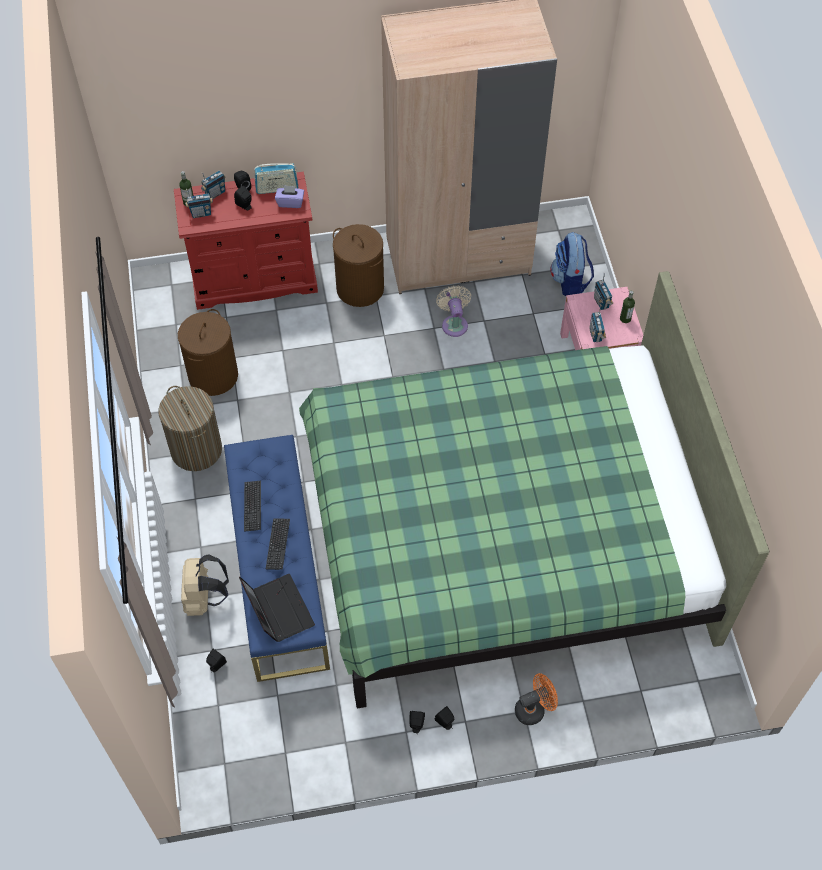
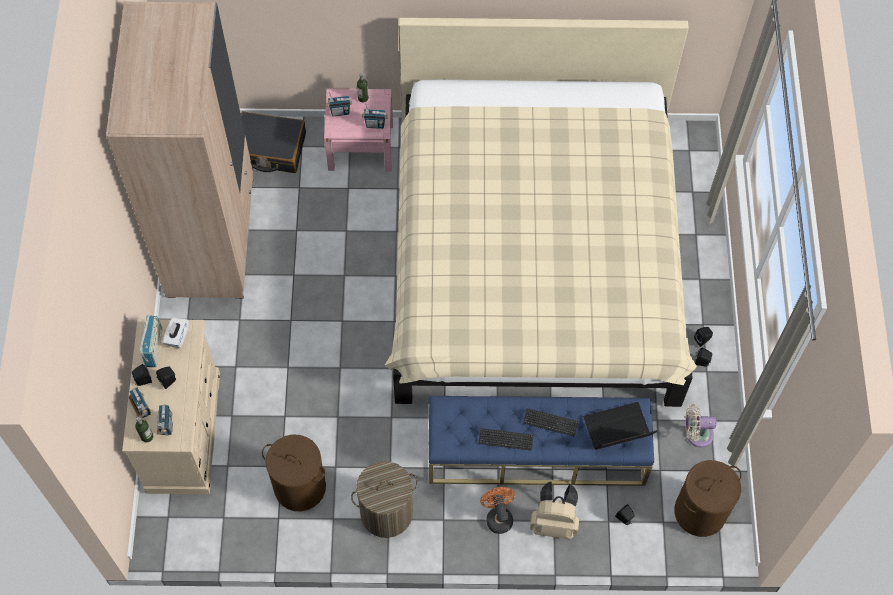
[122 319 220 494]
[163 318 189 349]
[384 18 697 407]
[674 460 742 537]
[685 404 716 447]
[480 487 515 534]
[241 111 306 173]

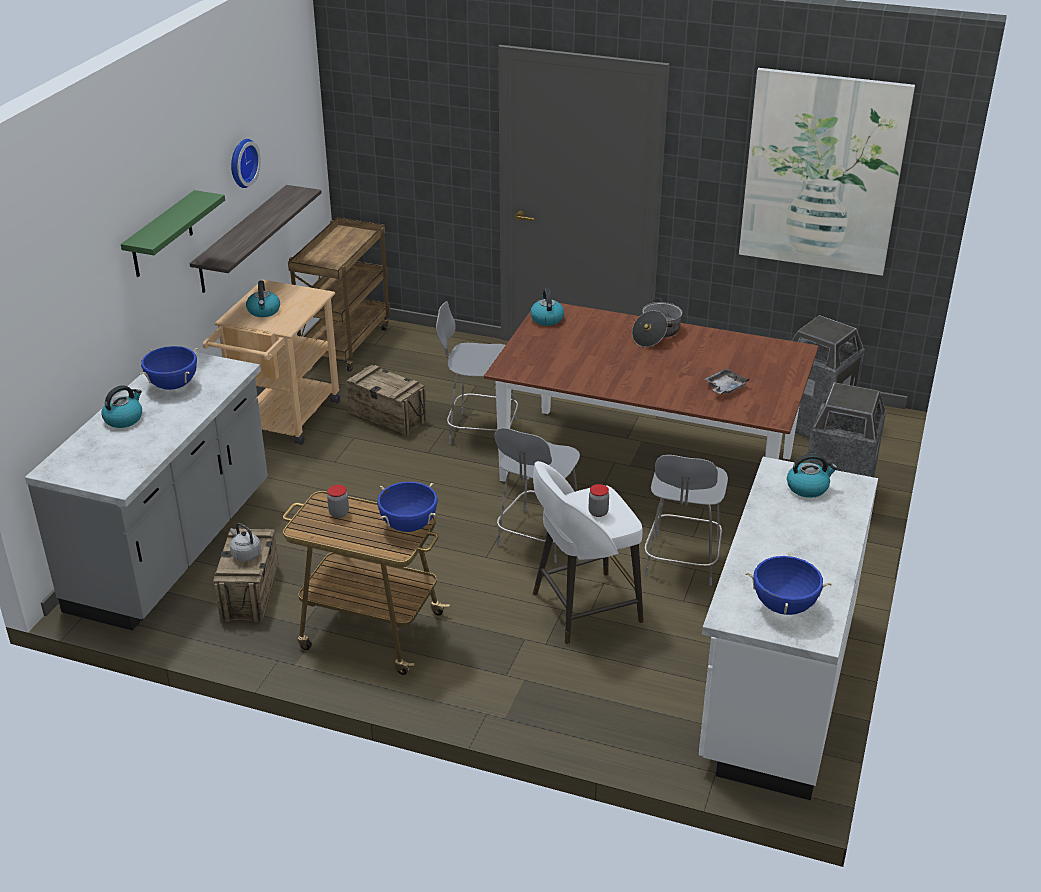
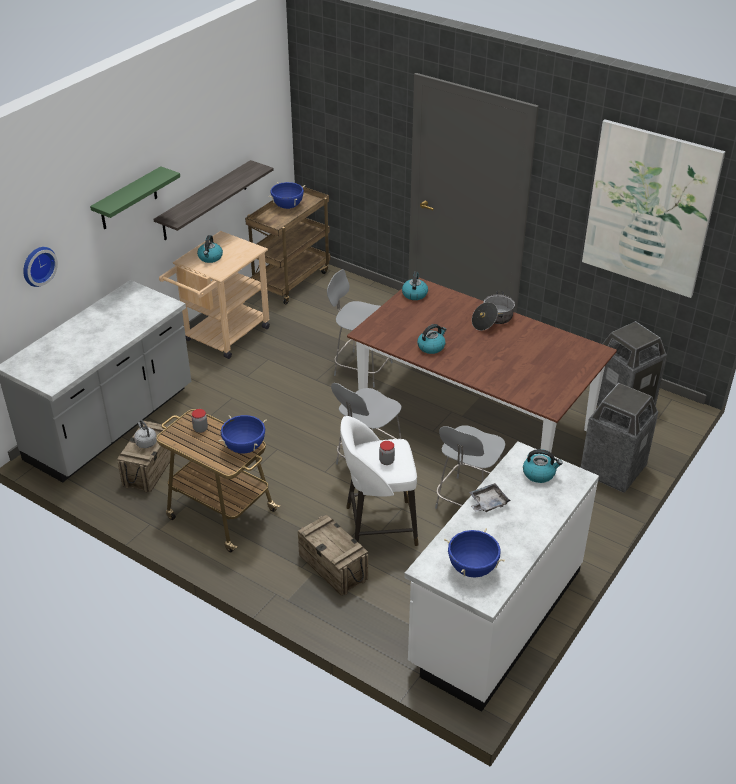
[417 324 447 354]
[269 182 305 209]
[23 247 58 287]
[298 514 368 596]
[469 483 510 512]

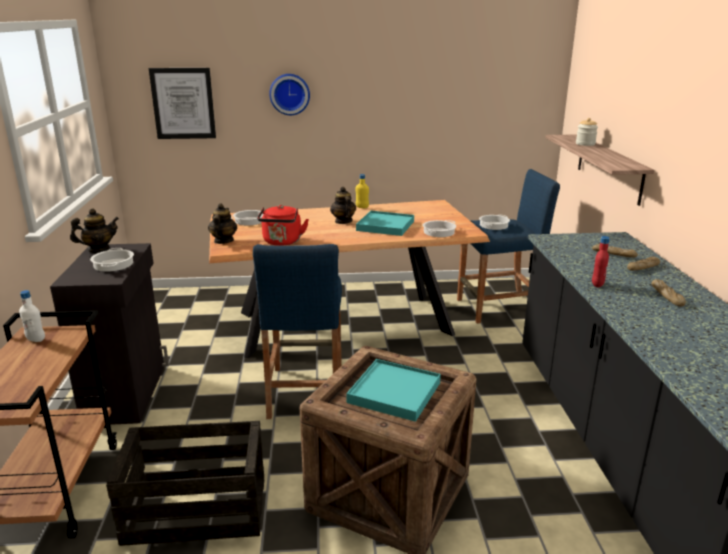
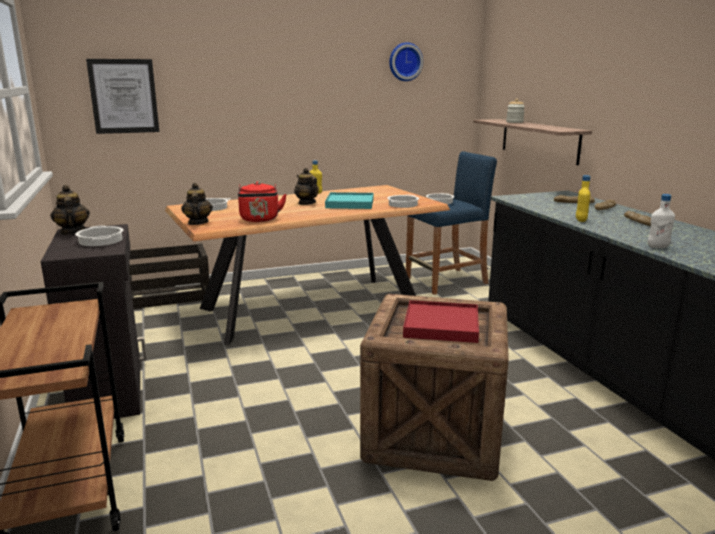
[647 194 675 248]
[50 185 90 234]
[129 243 210 309]
[253 244 342 419] (first image)
[389 42 423 81]
[403 300 479 343]
[576 175 591 222]

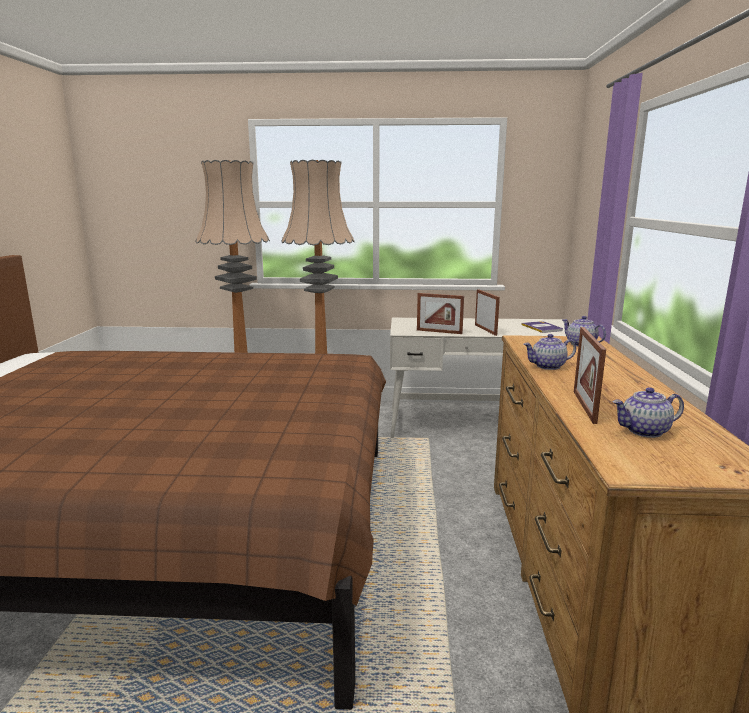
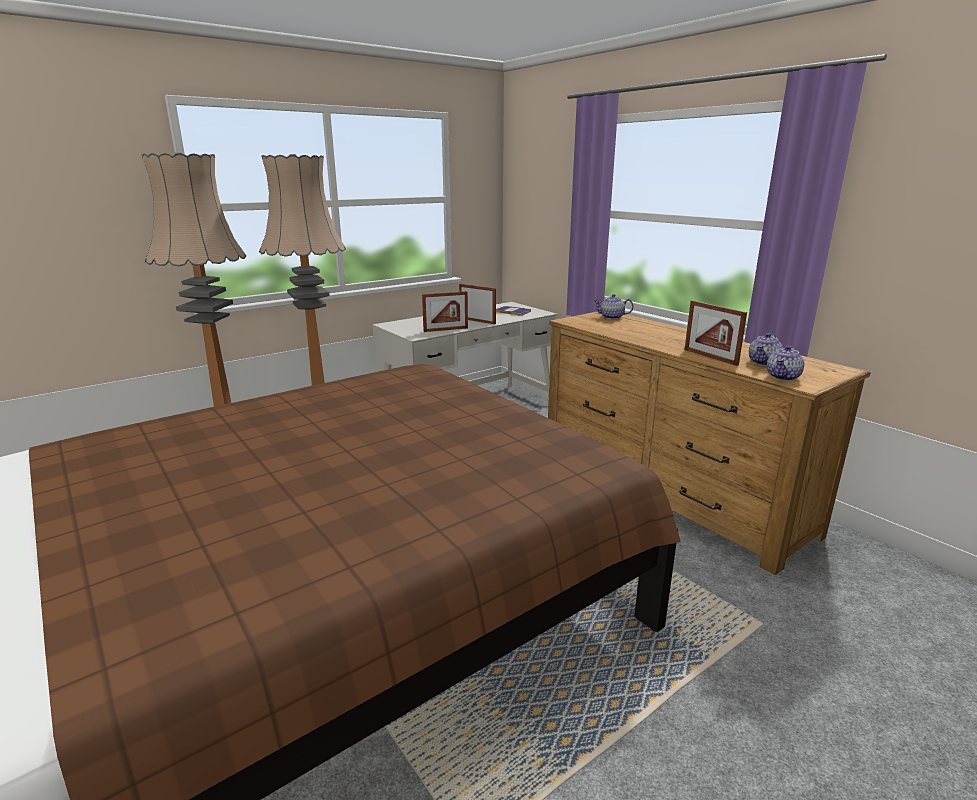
[767 345 804 381]

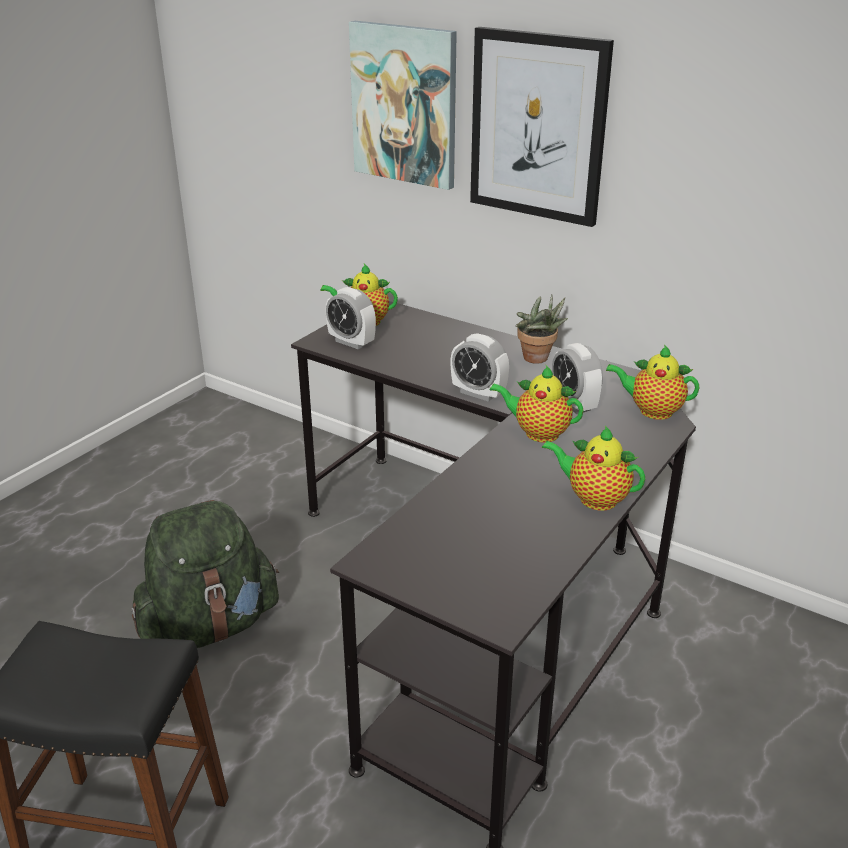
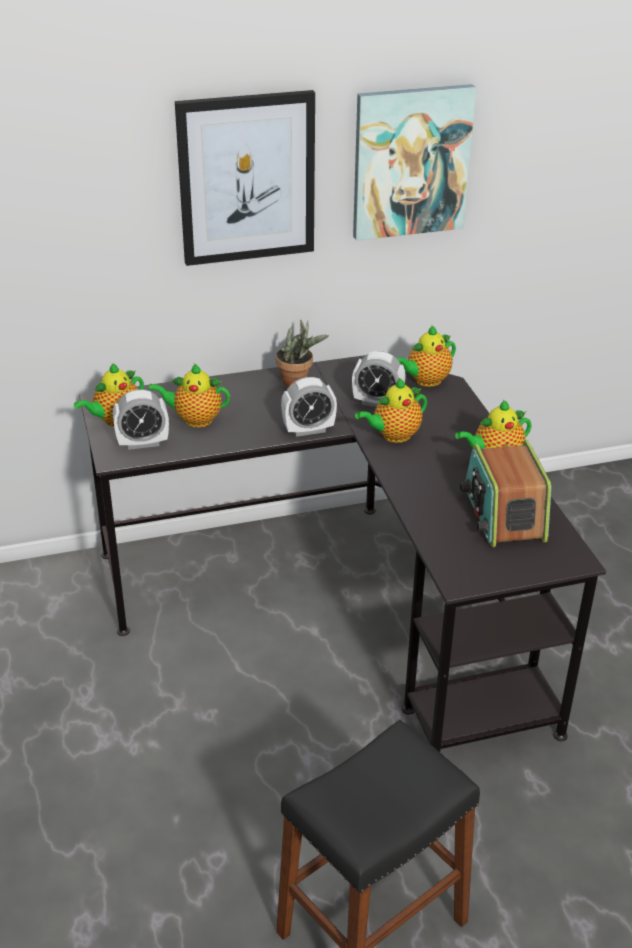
[132 500 279 648] (first image)
[353 84 476 241]
[148 363 230 427]
[460 440 551 547]

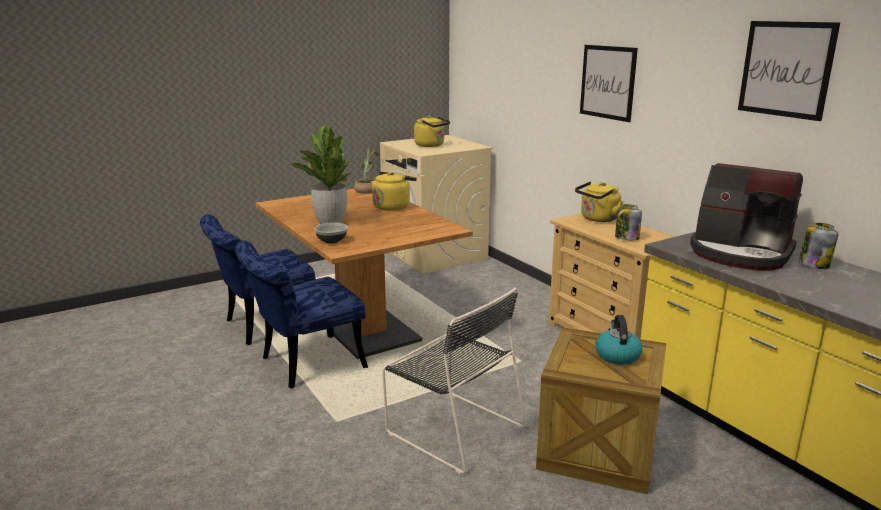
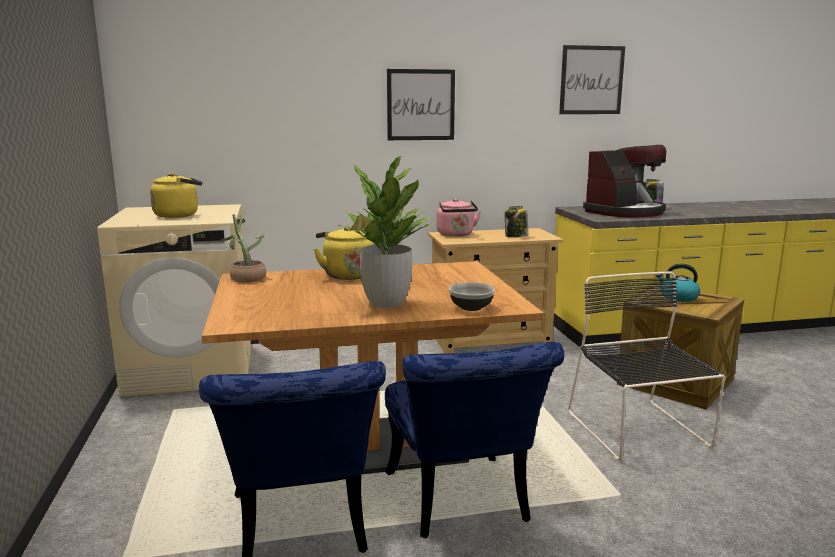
[568 272 725 461]
[437 198 481 237]

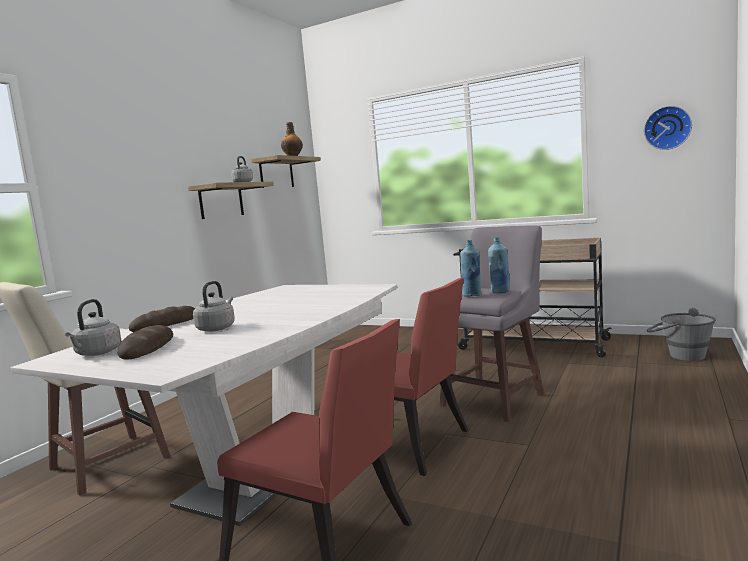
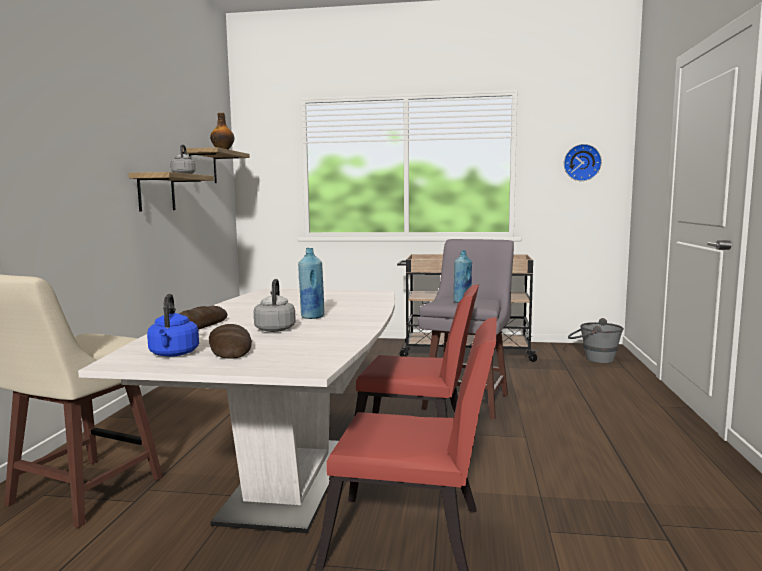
[147 294 199 357]
[298 248 324 319]

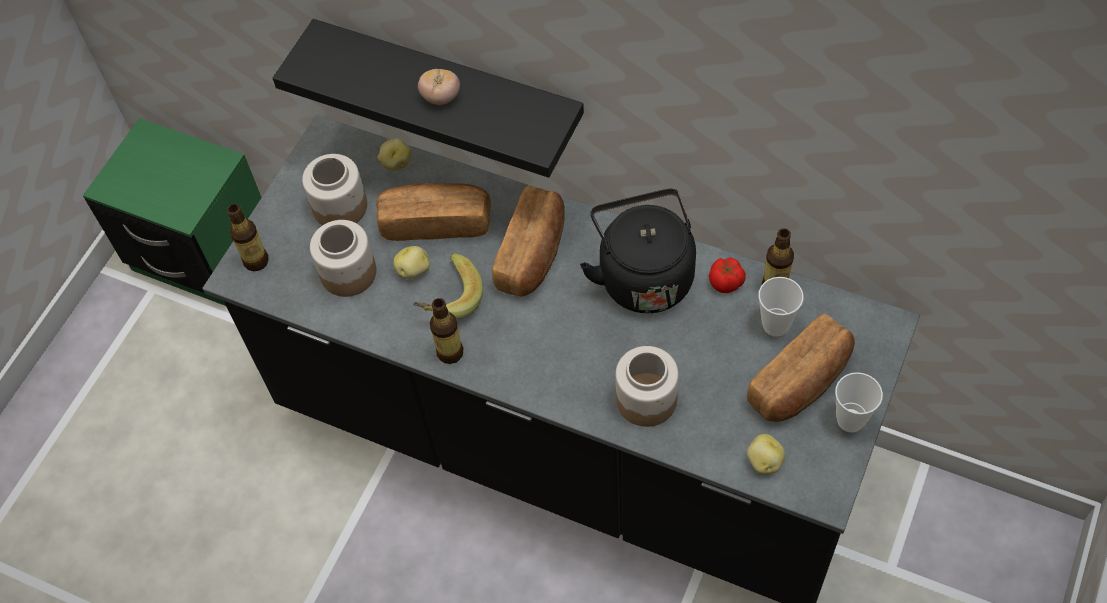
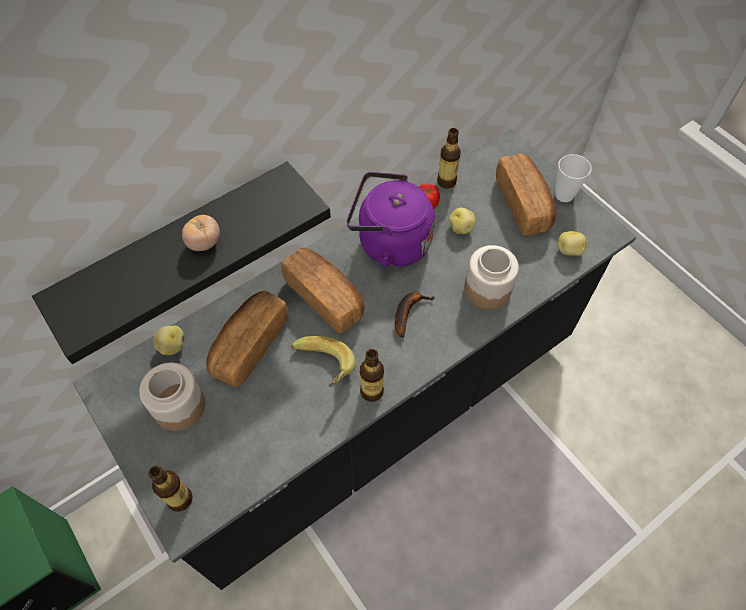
[310 220 376 297] (first image)
[448 208 476 234]
[347 172 435 267]
[758 277 804 337] (first image)
[395 292 434 338]

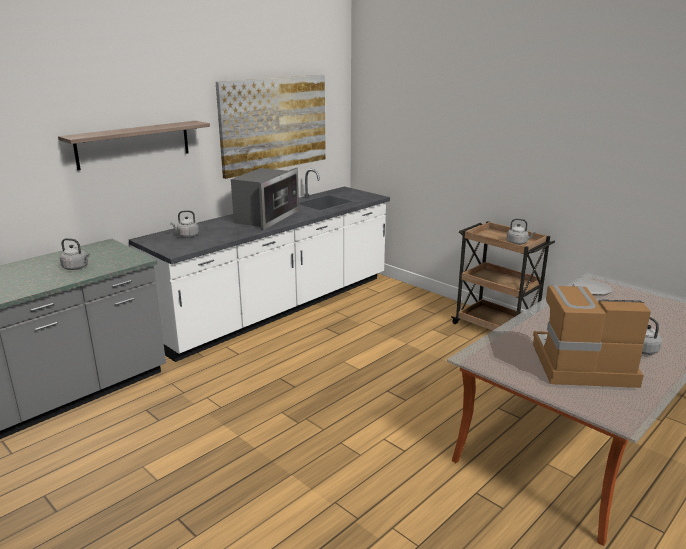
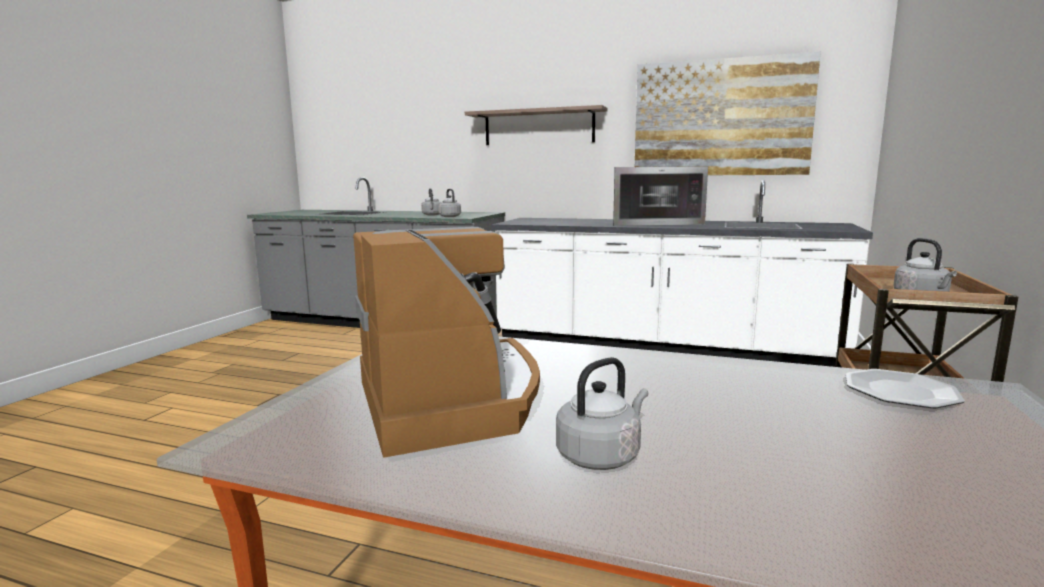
[439 189 461 217]

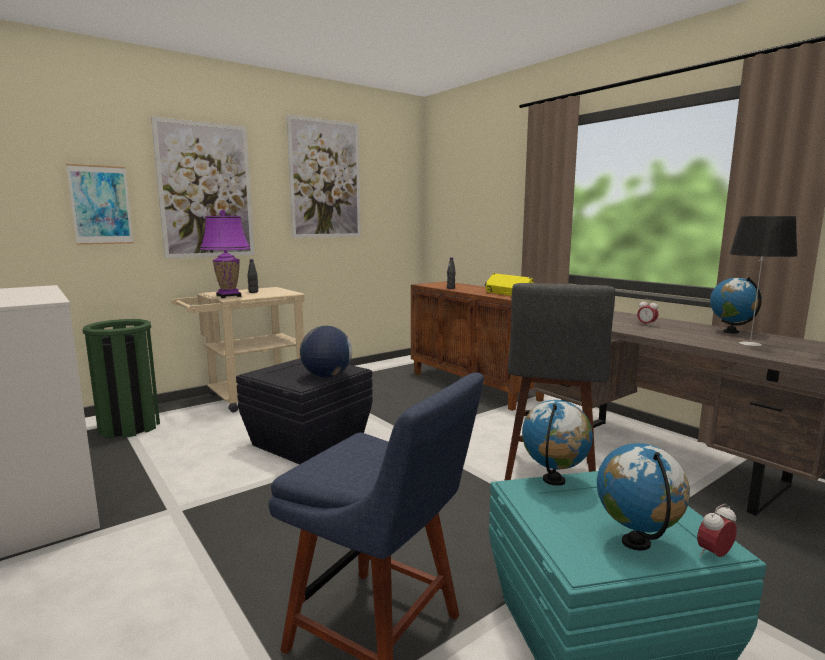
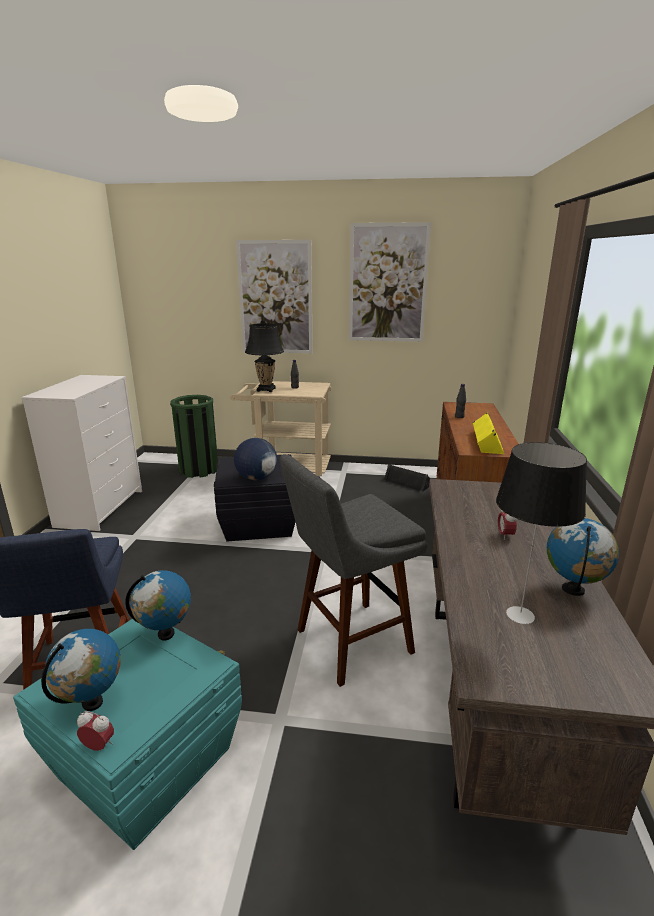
[66 164 134 245] (first image)
[245 320 284 392]
[383 464 430 492]

